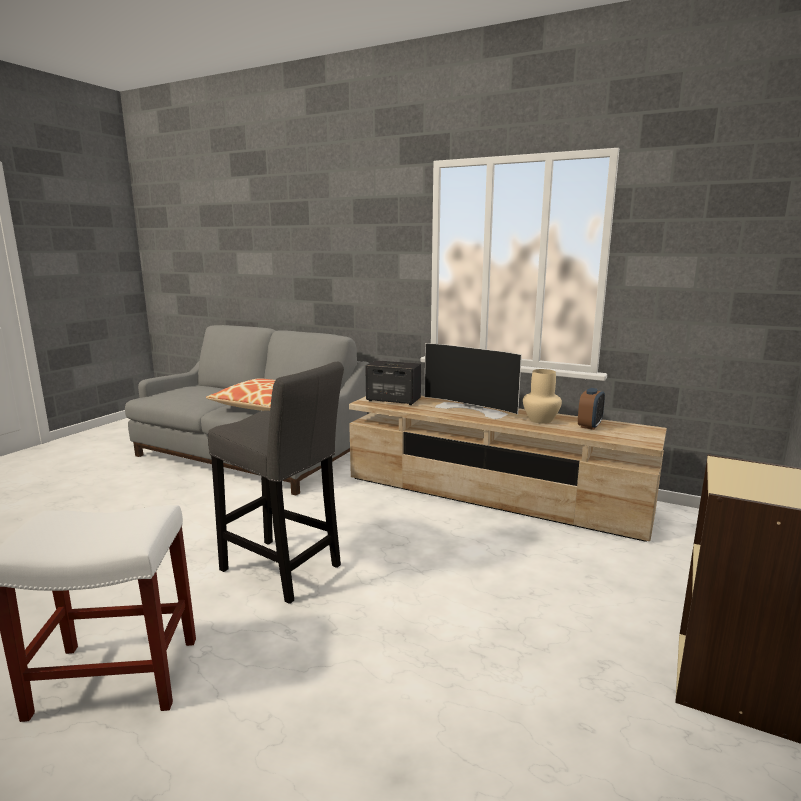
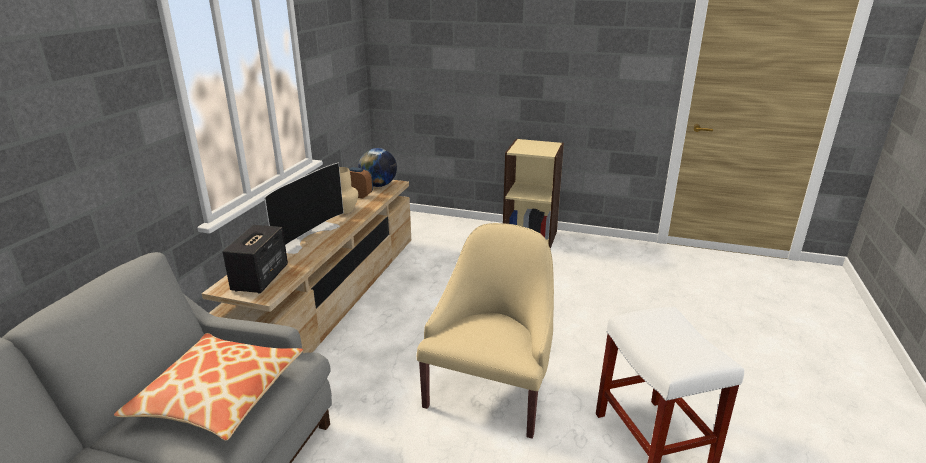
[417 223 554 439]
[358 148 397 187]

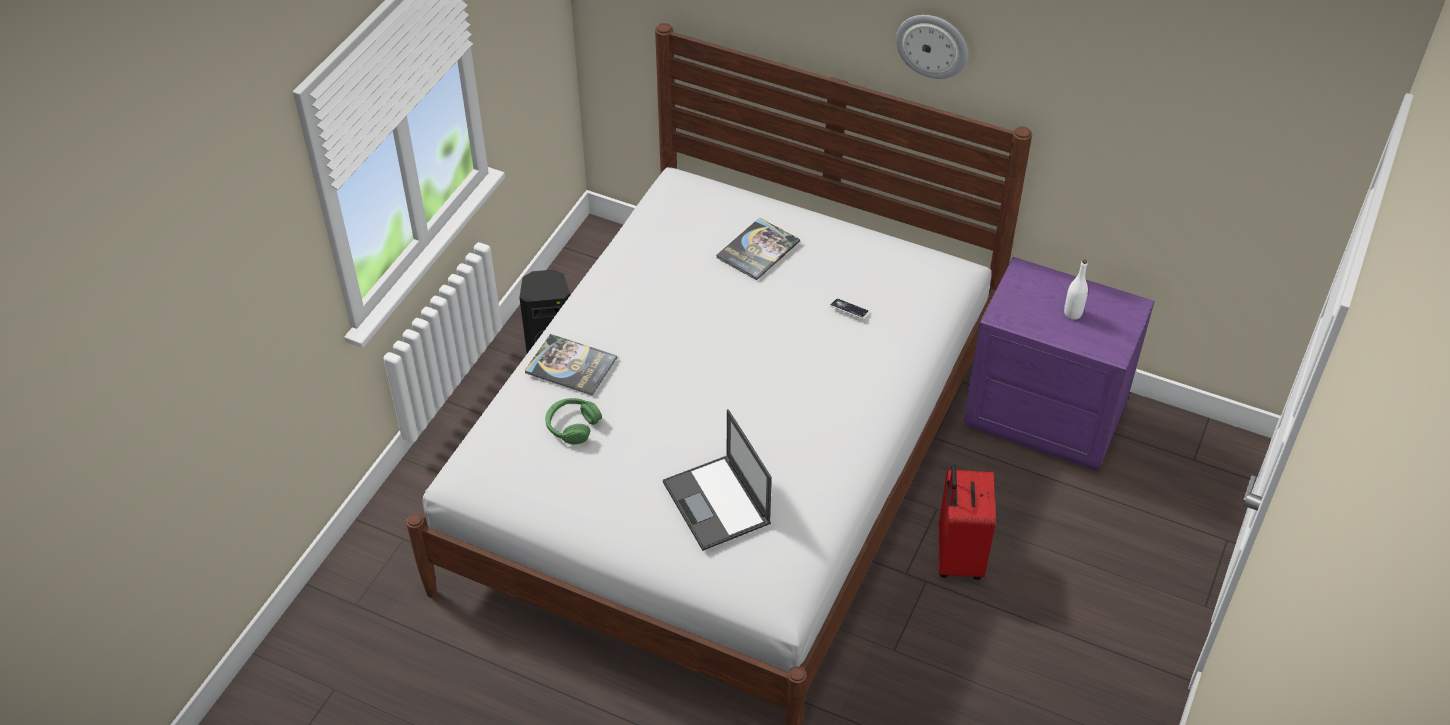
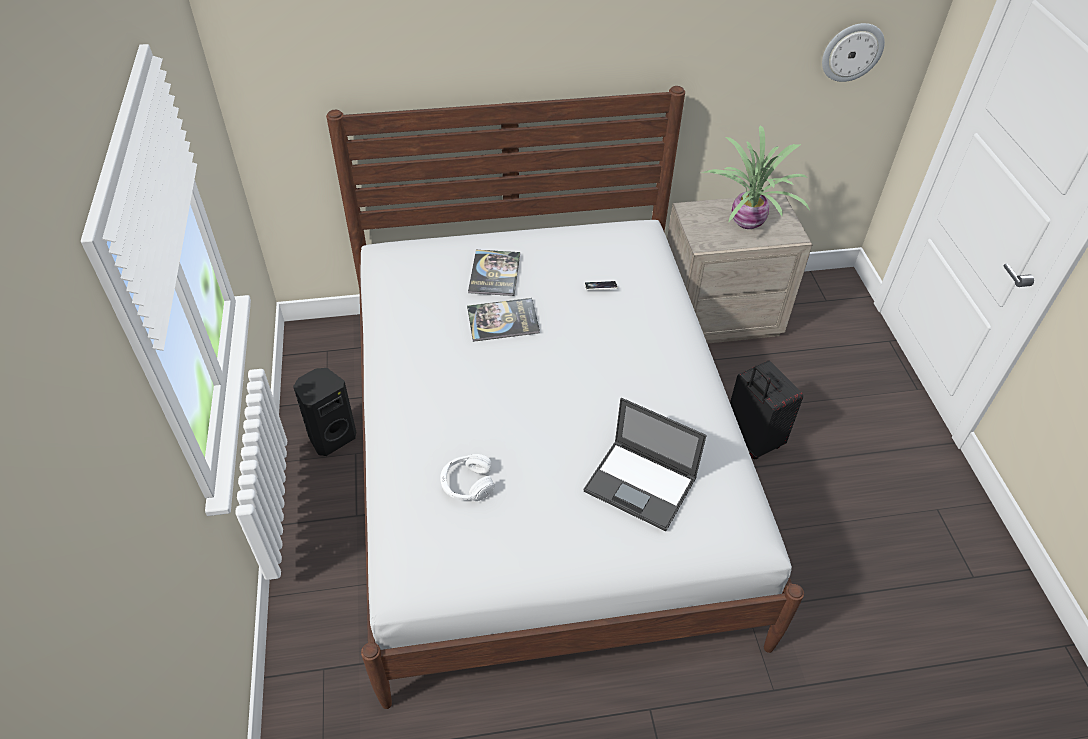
[467 298 540 342]
[440 454 495 501]
[822 23 885 82]
[730 361 803 459]
[667 194 812 344]
[701 125 810 229]

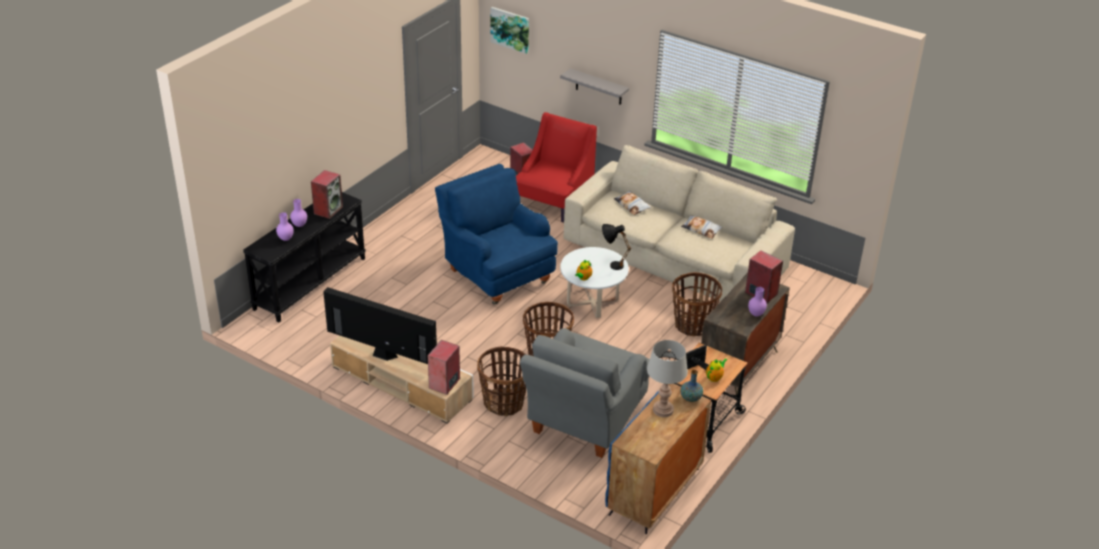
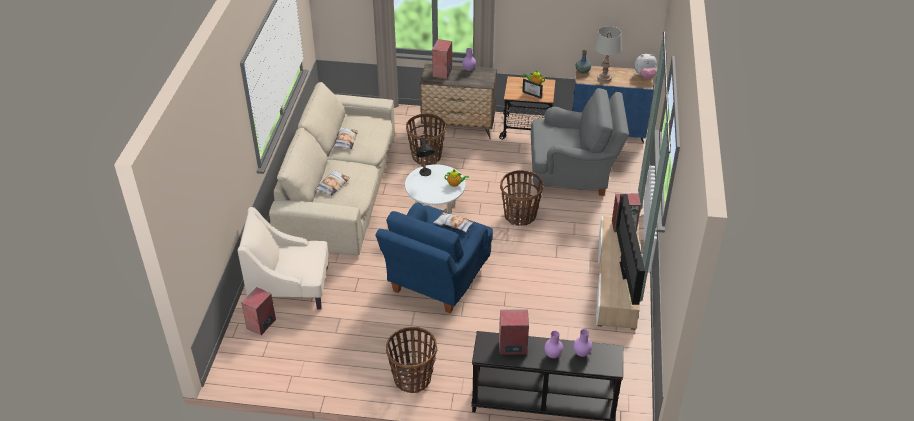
[386 327 437 393]
[490 7 529 54] (first image)
[237 207 329 309]
[560 68 629 105] (first image)
[433 212 474 233]
[634 54 657 79]

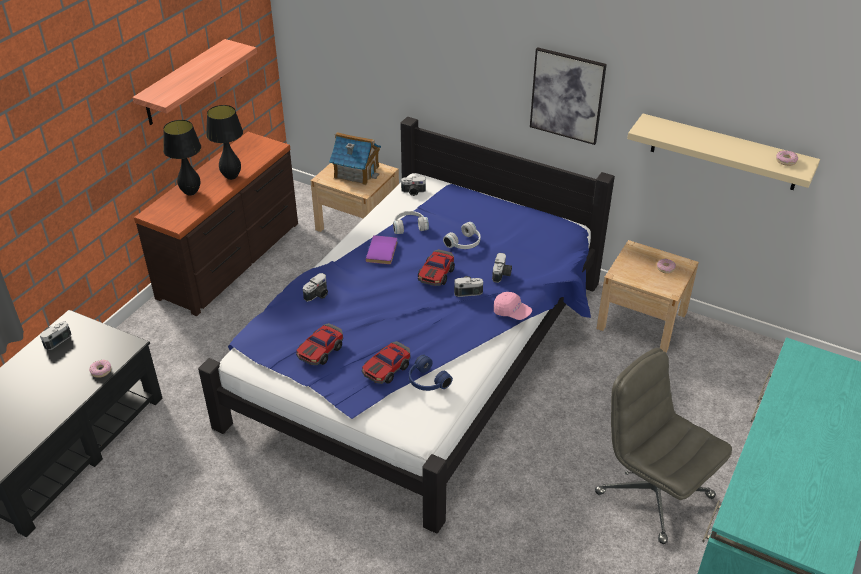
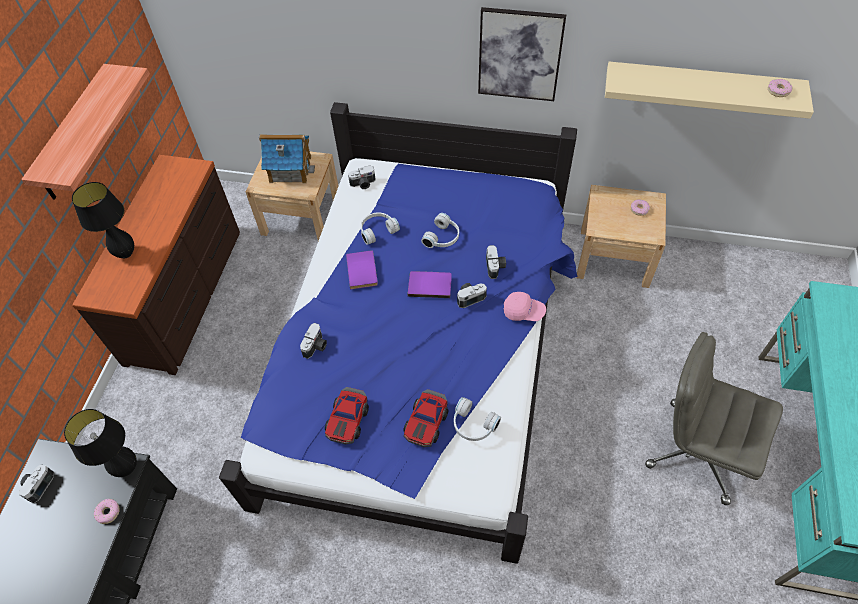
[64 409 137 477]
[454 397 501 441]
[408 271 452 298]

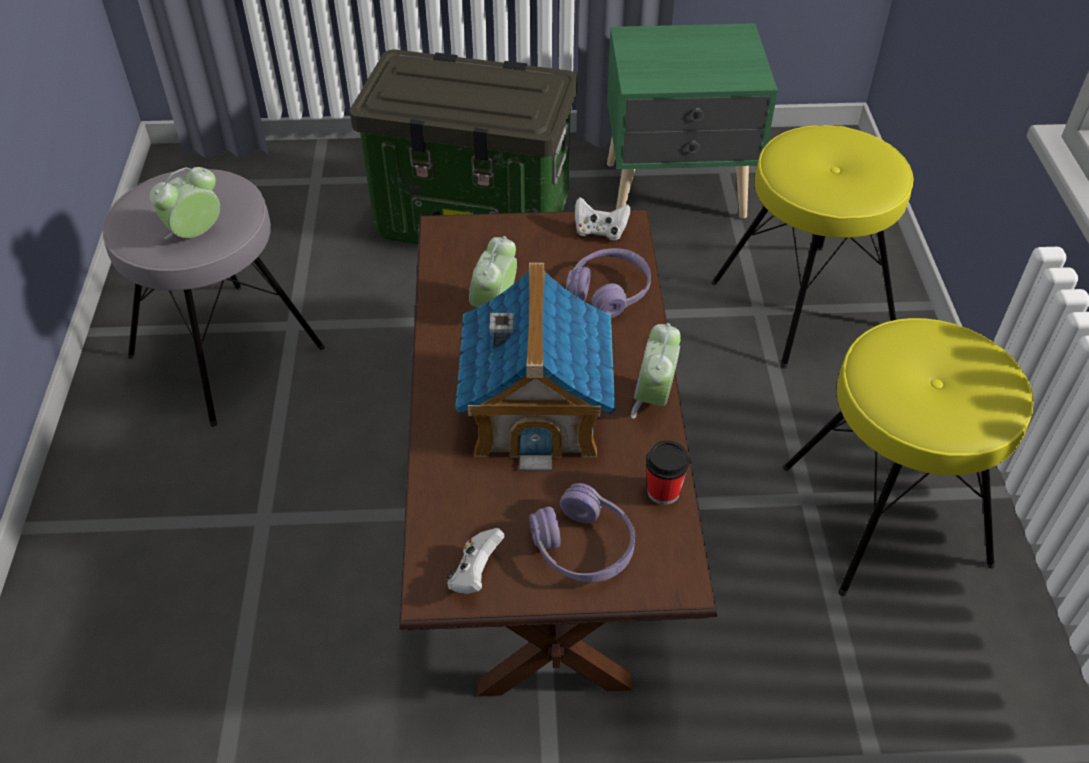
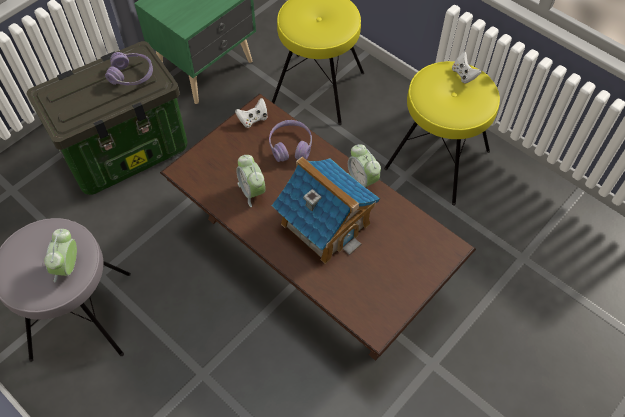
[452 52 482 84]
[105 52 153 86]
[646 440 689 505] (first image)

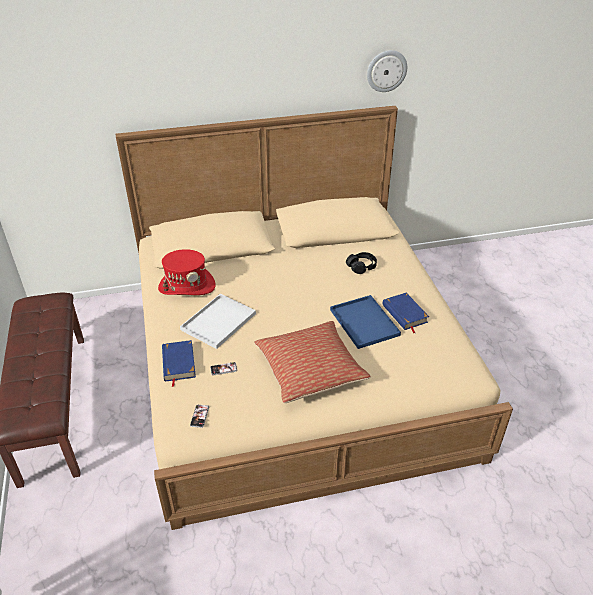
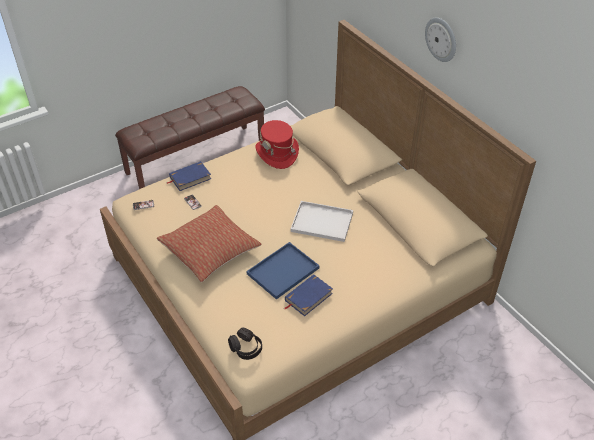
[290 201 353 242]
[228 327 262 360]
[425 17 456 62]

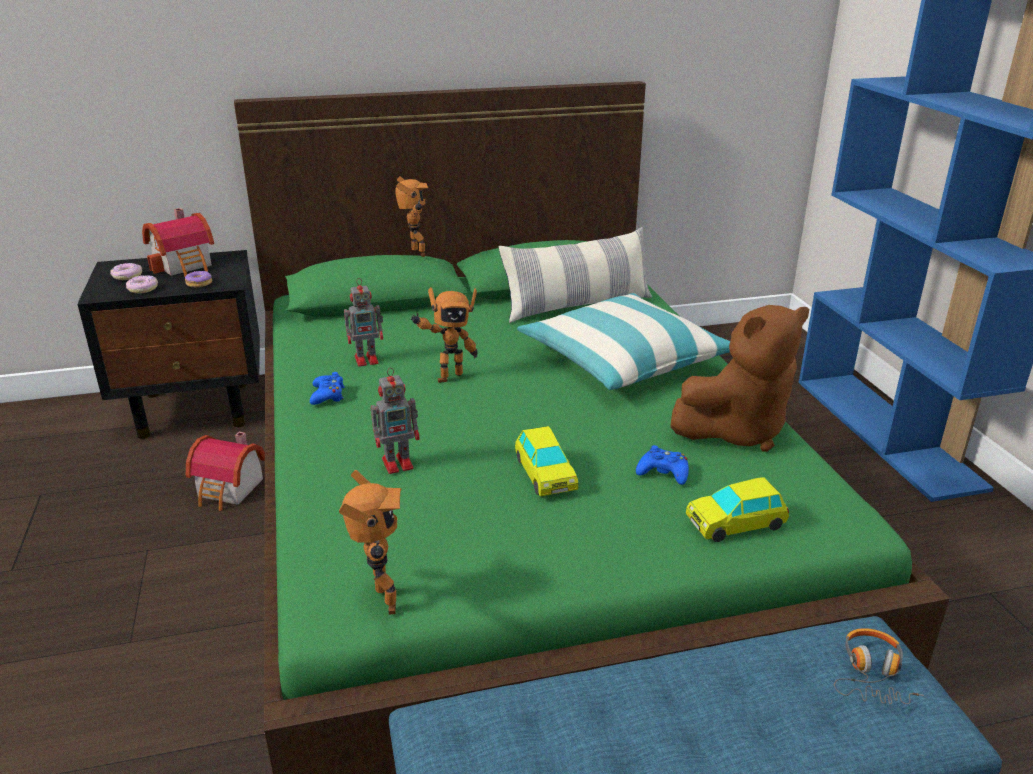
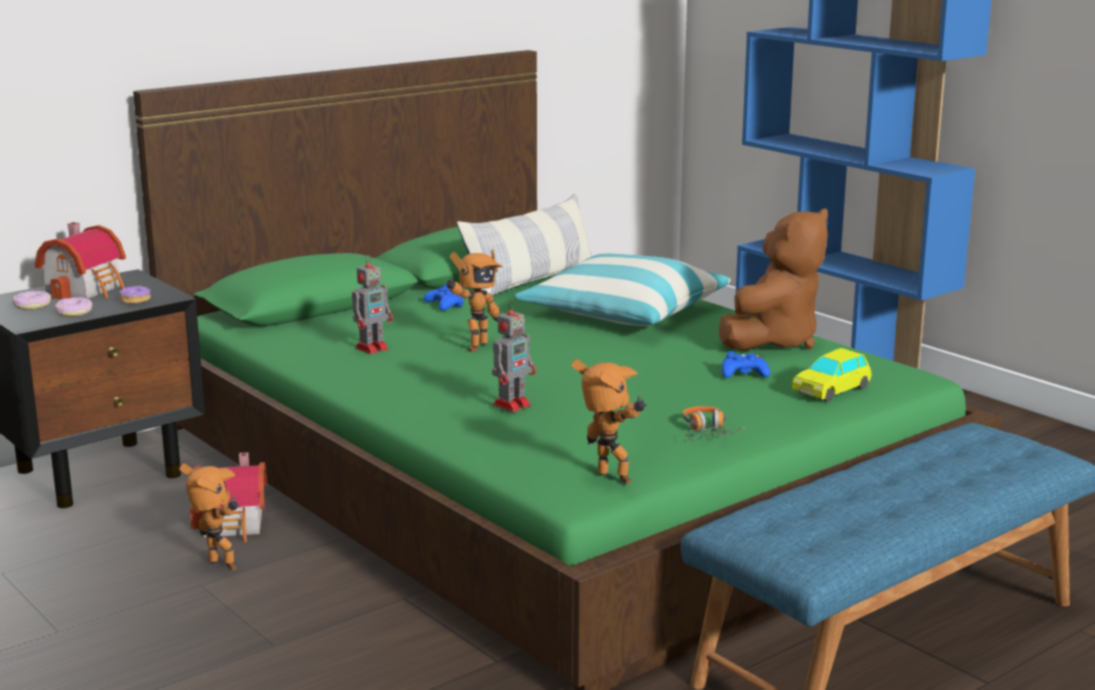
[424 284 464 311]
[179 463 239 570]
[515 426 578 496] (first image)
[682 406 744 438]

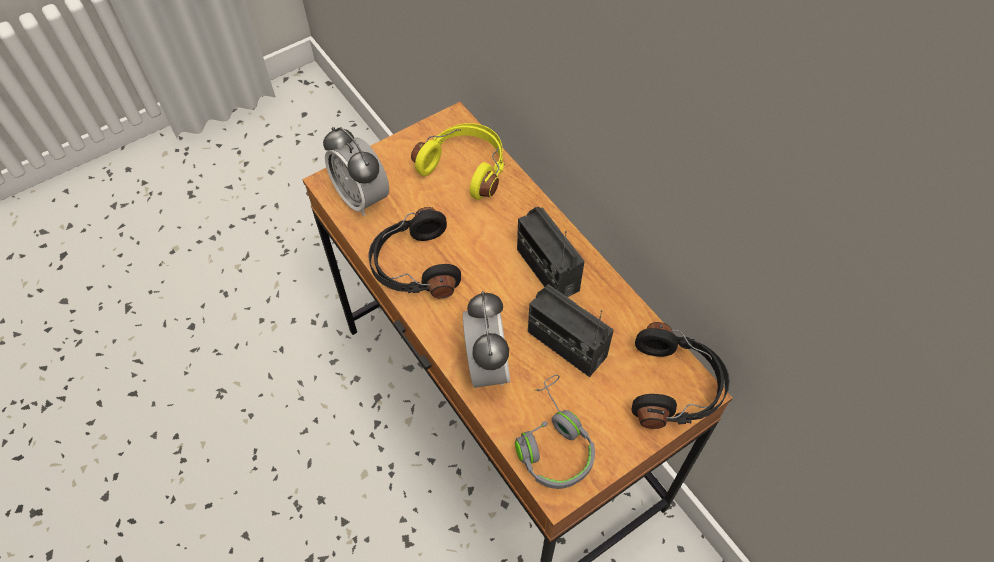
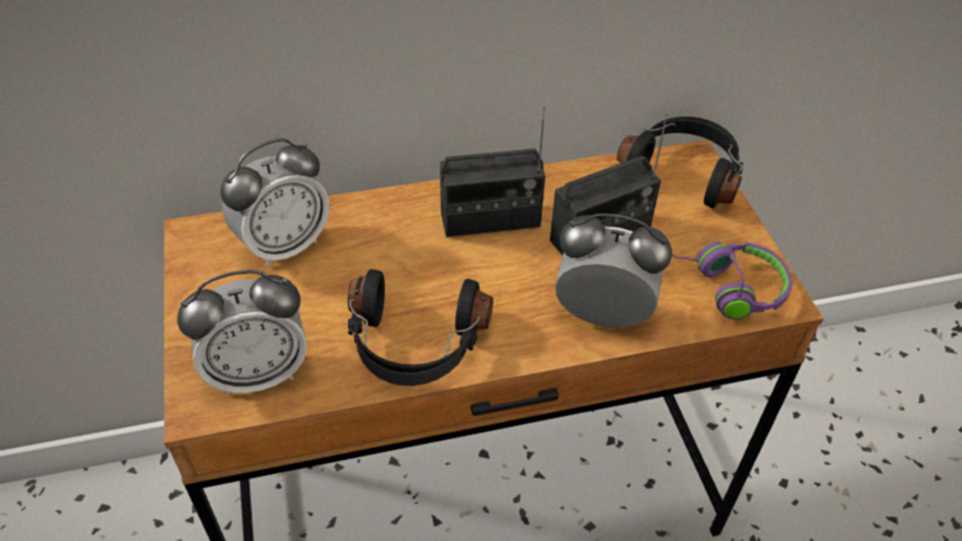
[220 138 329 268]
[663 241 793 320]

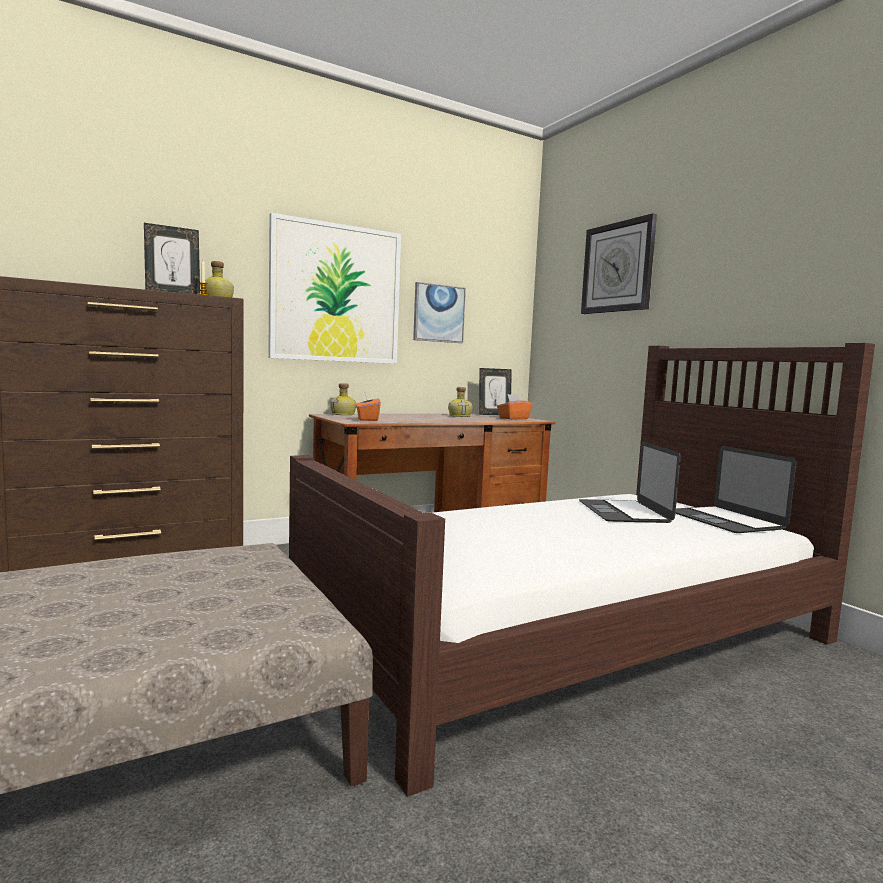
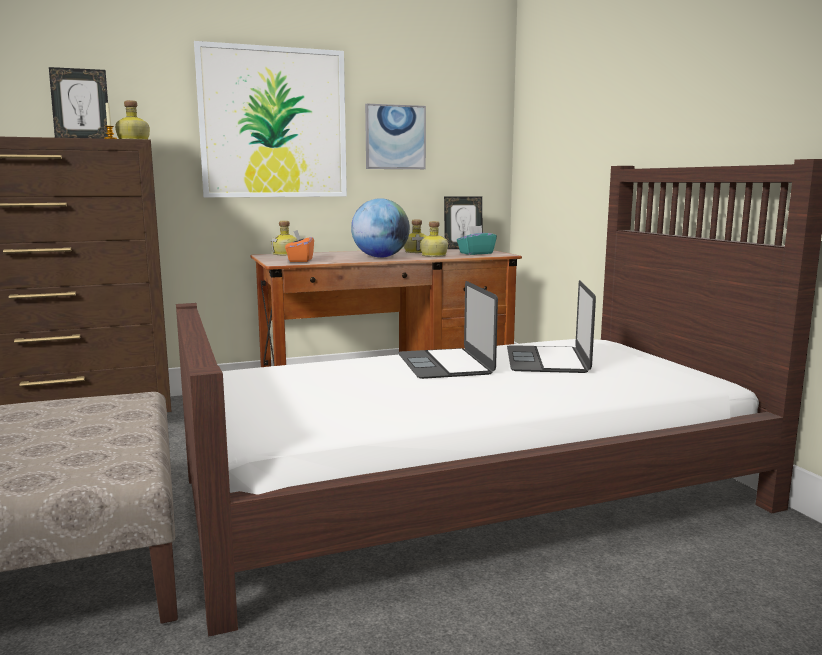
[457 226 497 255]
[581 213 657 314] (first image)
[398 281 498 379]
[351 198 410 258]
[420 221 448 257]

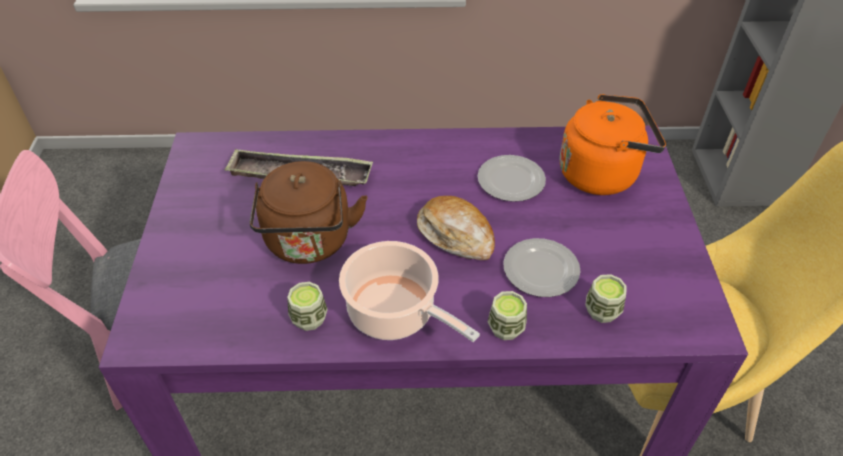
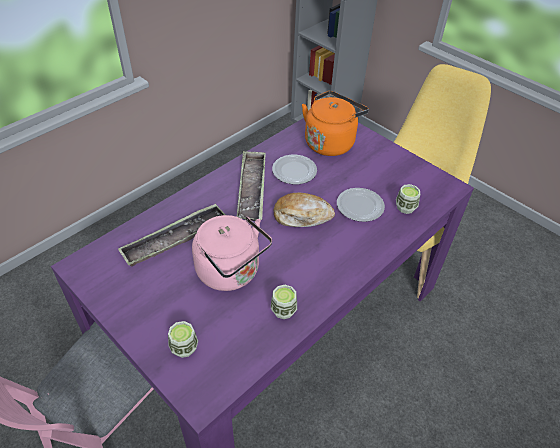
[192 215 272 291]
[339 241 480 342] (first image)
[168 321 198 358]
[237 151 266 221]

